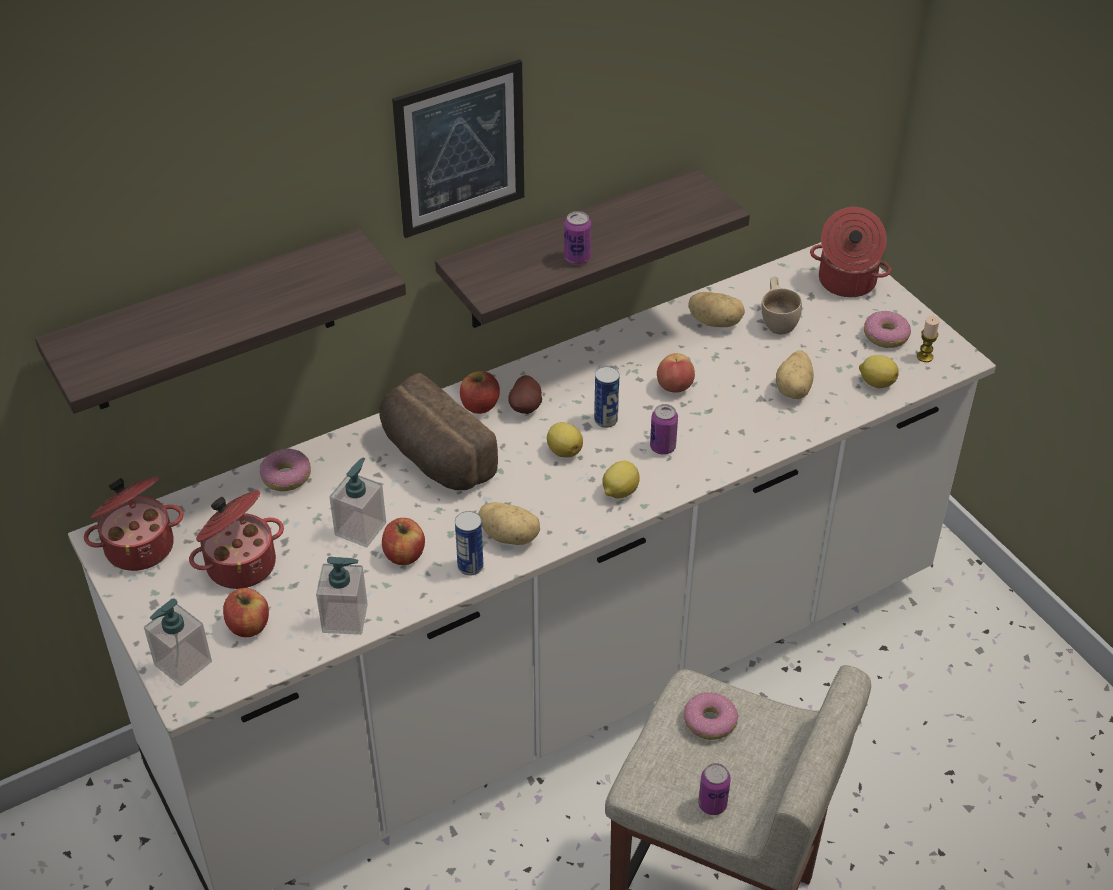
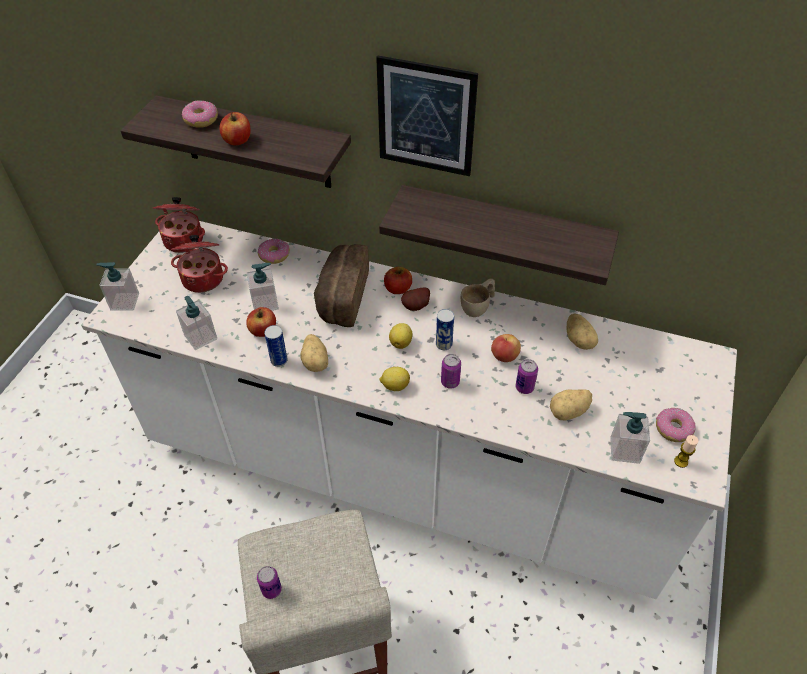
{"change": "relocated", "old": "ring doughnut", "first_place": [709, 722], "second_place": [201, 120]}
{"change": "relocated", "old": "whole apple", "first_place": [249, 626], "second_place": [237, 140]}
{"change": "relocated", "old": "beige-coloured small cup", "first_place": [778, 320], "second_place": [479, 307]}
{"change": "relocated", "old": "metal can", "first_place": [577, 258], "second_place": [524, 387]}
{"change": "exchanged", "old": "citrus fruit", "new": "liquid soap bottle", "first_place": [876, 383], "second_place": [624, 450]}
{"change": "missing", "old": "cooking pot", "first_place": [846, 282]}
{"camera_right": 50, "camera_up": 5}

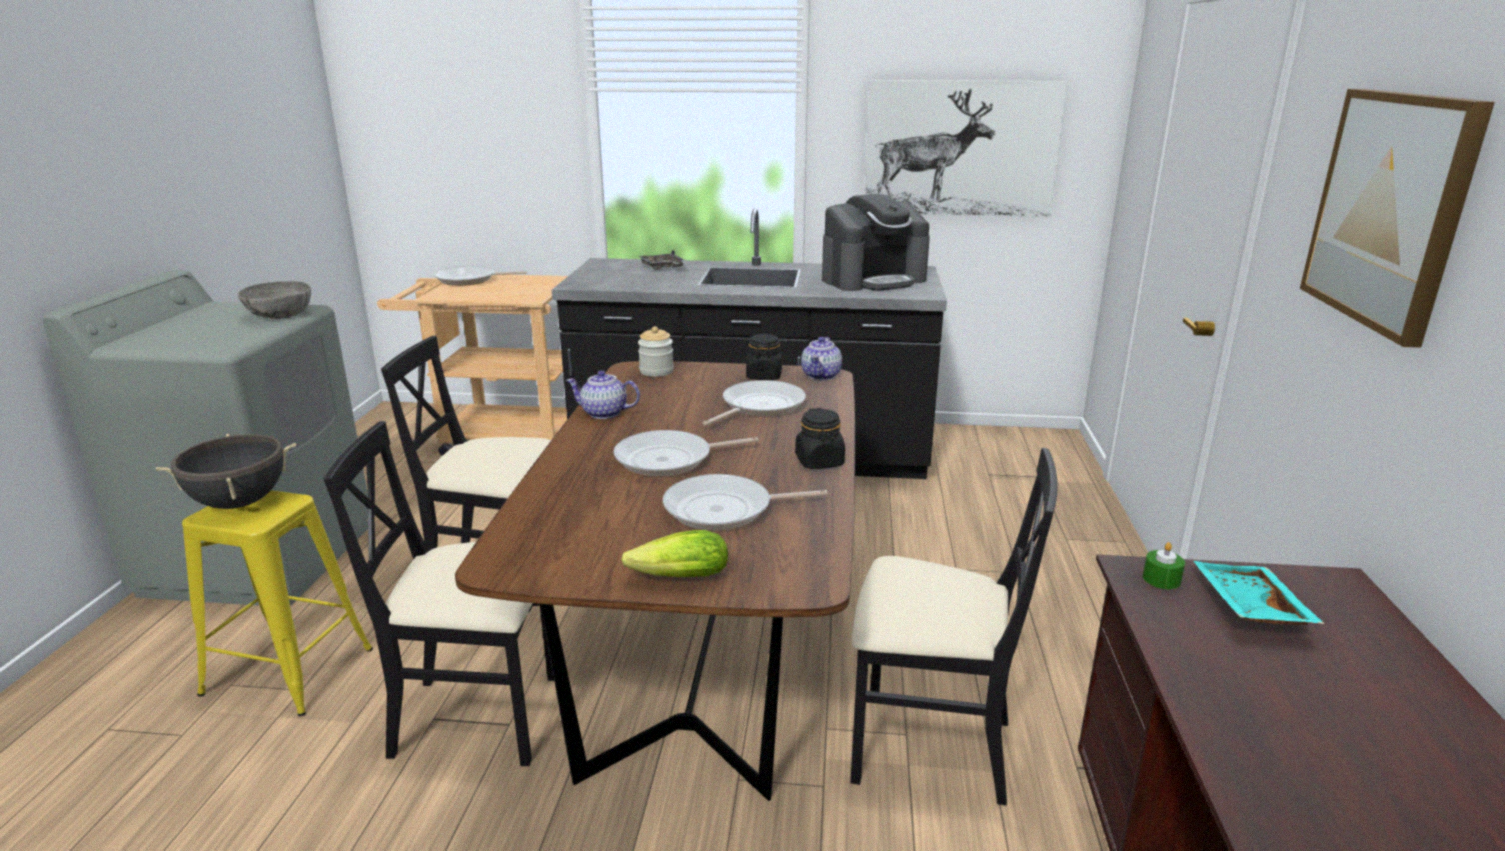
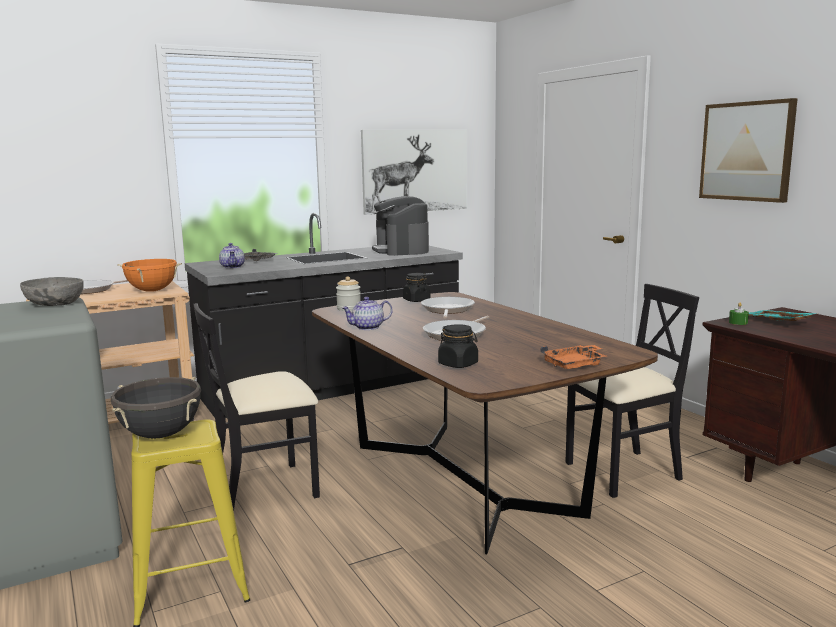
{"change": "appeared", "new": "orange cooking pot", "second_place": [152, 291]}
{"change": "relocated", "old": "tea pot", "first_place": [821, 375], "second_place": [233, 267]}
{"change": "spun", "old": "coffee brewer", "first_place": [873, 279], "second_place": [401, 250], "degrees": 135}
{"change": "relocated", "old": "blackish storage jar", "first_place": [819, 462], "second_place": [458, 364]}
{"change": "exchanged", "old": "lettuce", "new": "orange tray", "first_place": [675, 578], "second_place": [575, 365]}
{"change": "missing", "old": "blackish upright chair", "first_place": [479, 717]}
{"change": "missing", "old": "skillet", "first_place": [724, 510]}
{"camera_right": -35, "camera_up": -10}

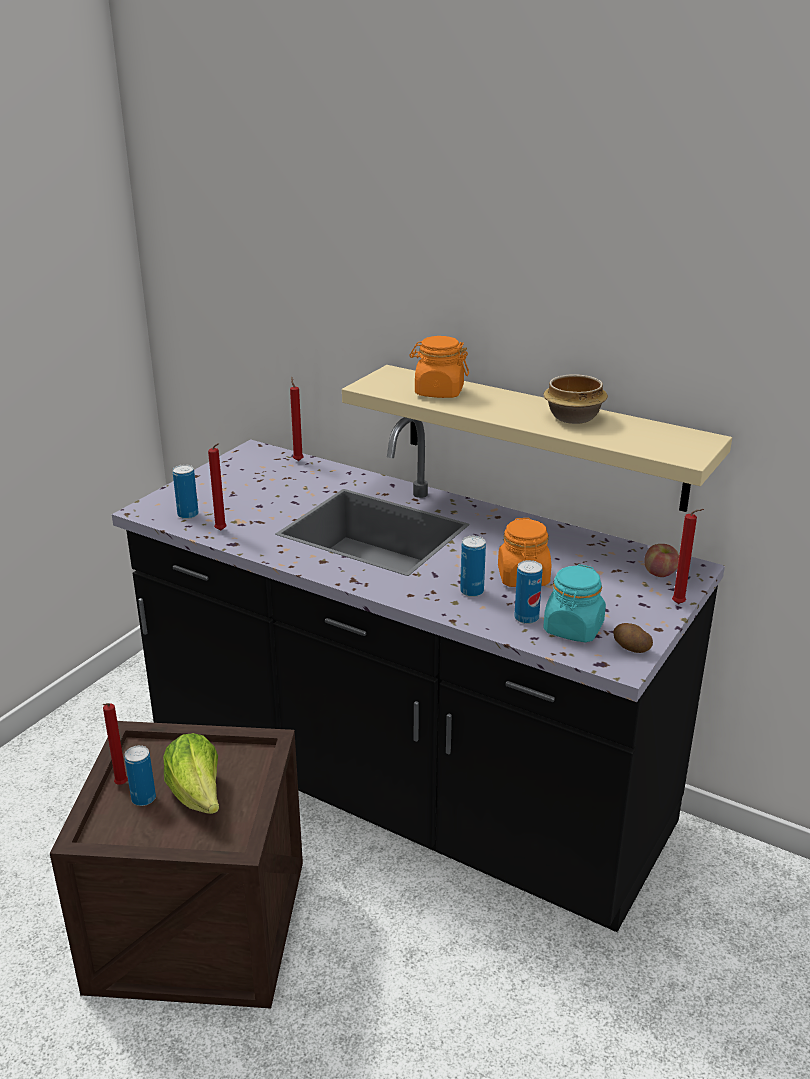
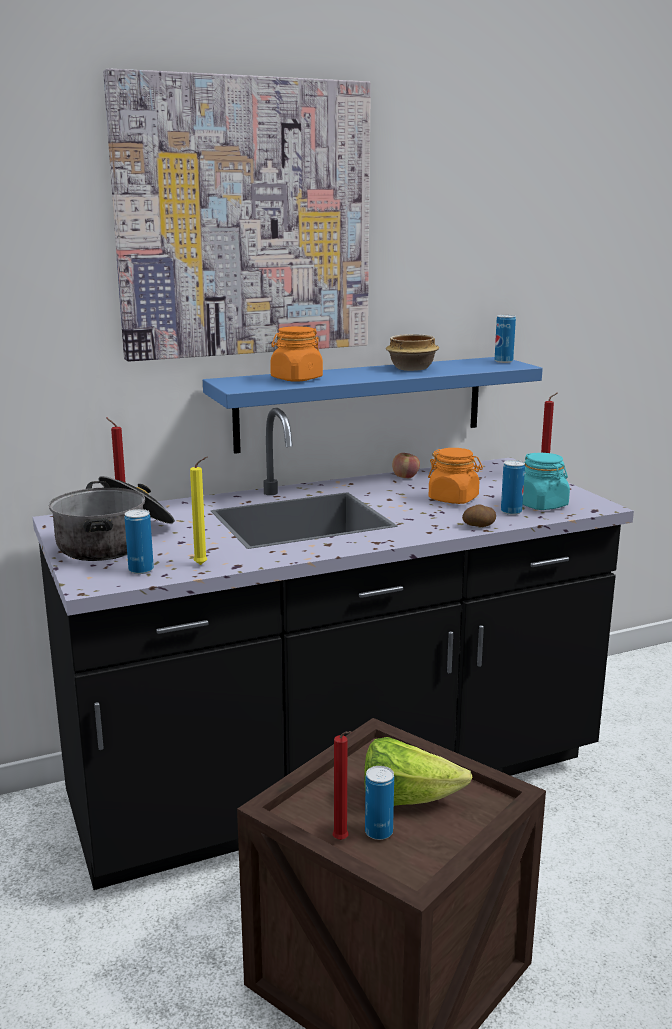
{"change": "appeared", "new": "cooking pot", "second_place": [115, 541]}
{"change": "appeared", "new": "picture", "second_place": [244, 220]}
{"change": "colour", "old": "red-coloured wax candle", "new": "yellowish wax candle", "first_place": [222, 531], "second_place": [203, 564]}
{"change": "colour", "old": "beige-coloured bracket shelf", "new": "bluish bracket shelf", "first_place": [543, 437], "second_place": [361, 403]}
{"change": "relocated", "old": "whole apple", "first_place": [660, 573], "second_place": [405, 477]}
{"change": "relocated", "old": "spud", "first_place": [630, 648], "second_place": [479, 526]}
{"change": "relocated", "old": "metal can", "first_place": [471, 591], "second_place": [503, 361]}
{"camera_right": -55, "camera_up": -10}

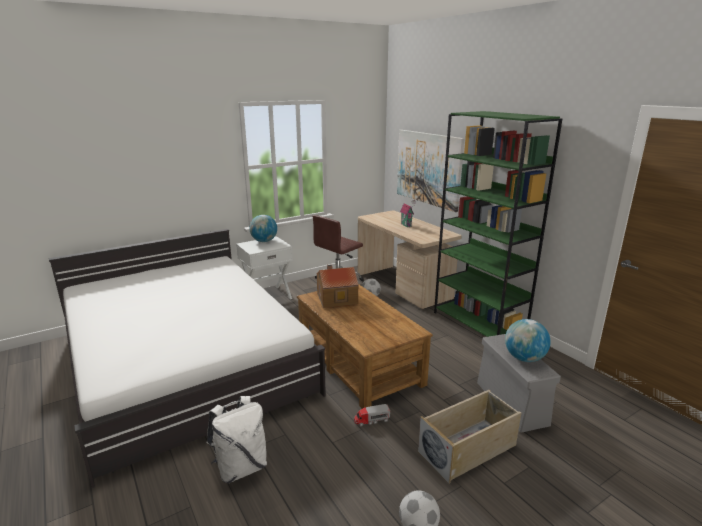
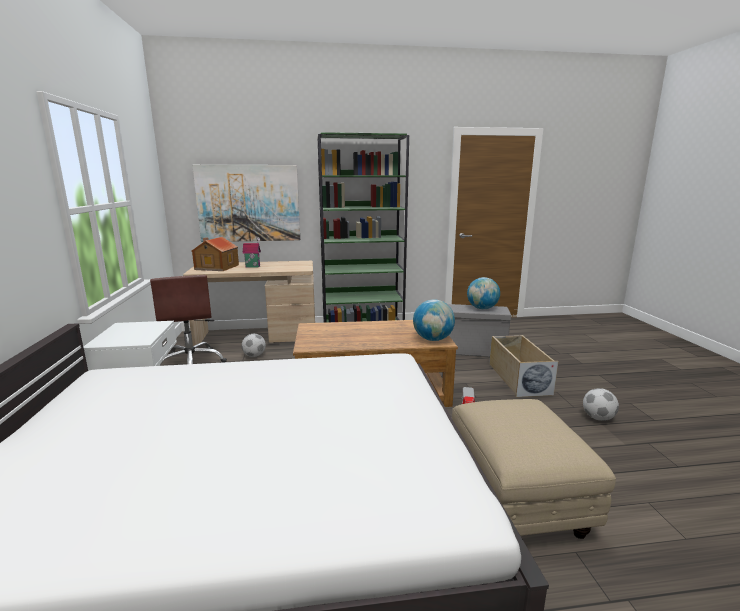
{"change": "relocated", "old": "toy house", "first_place": [336, 298], "second_place": [216, 267]}
{"change": "relocated", "old": "globe", "first_place": [264, 241], "second_place": [433, 339]}
{"change": "exchanged", "old": "white knapsack", "new": "beige-coloured ottoman", "first_place": [241, 467], "second_place": [515, 499]}
{"camera_right": -65, "camera_up": -5}

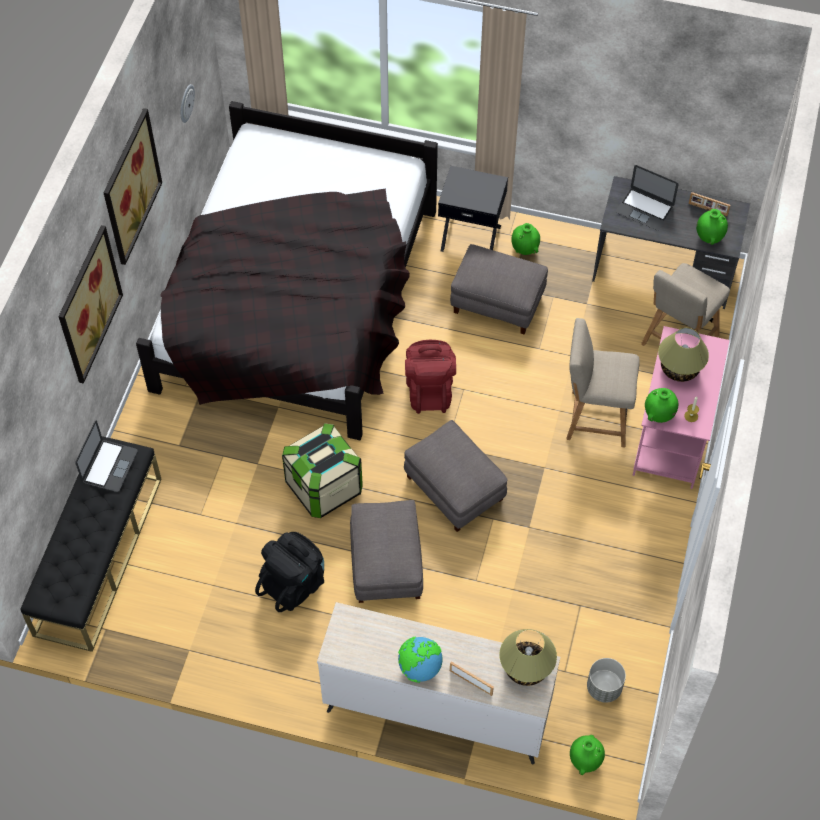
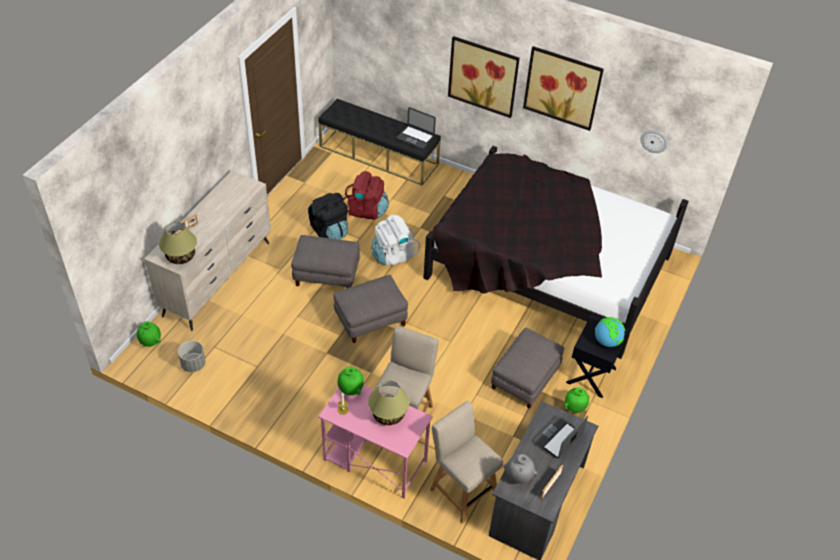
{"change": "relocated", "old": "red-coloured knapsack", "first_place": [429, 390], "second_place": [366, 211]}
{"change": "exchanged", "old": "storage box", "new": "white knapsack", "first_place": [324, 487], "second_place": [393, 255]}
{"change": "colour", "old": "green vase", "new": "gray vase", "first_place": [709, 237], "second_place": [519, 477]}
{"change": "relocated", "old": "globe", "first_place": [419, 668], "second_place": [607, 341]}
{"camera_right": 100, "camera_up": -10}

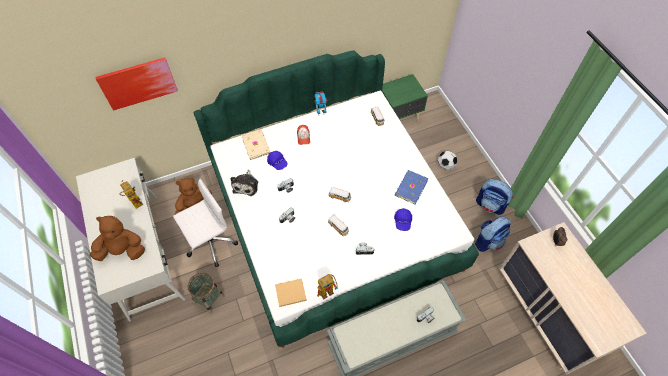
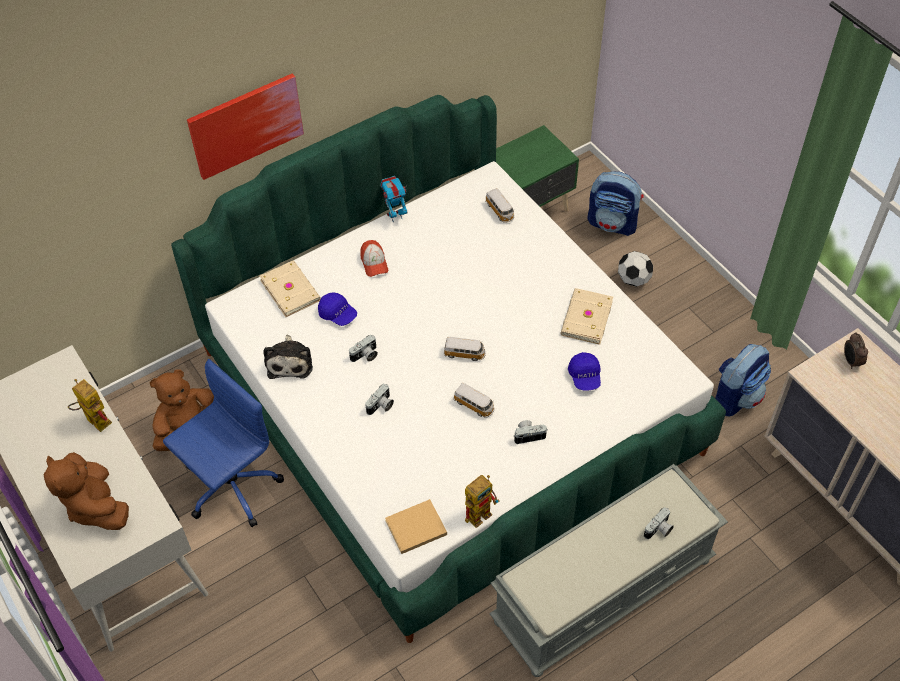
{"change": "spun", "old": "brown-coloured soft toy", "first_place": [123, 250], "second_place": [96, 506], "degrees": -105}
{"change": "colour", "old": "white desk chair", "new": "bluish desk chair", "first_place": [210, 243], "second_place": [230, 487]}
{"change": "relocated", "old": "picture", "first_place": [138, 83], "second_place": [246, 125]}
{"change": "colour", "old": "bluish volume", "new": "beige-coloured volume", "first_place": [410, 188], "second_place": [585, 318]}
{"change": "relocated", "old": "knapsack", "first_place": [490, 205], "second_place": [613, 223]}
{"change": "missing", "old": "storage basket", "first_place": [209, 298]}
{"camera_right": -10, "camera_up": -5}

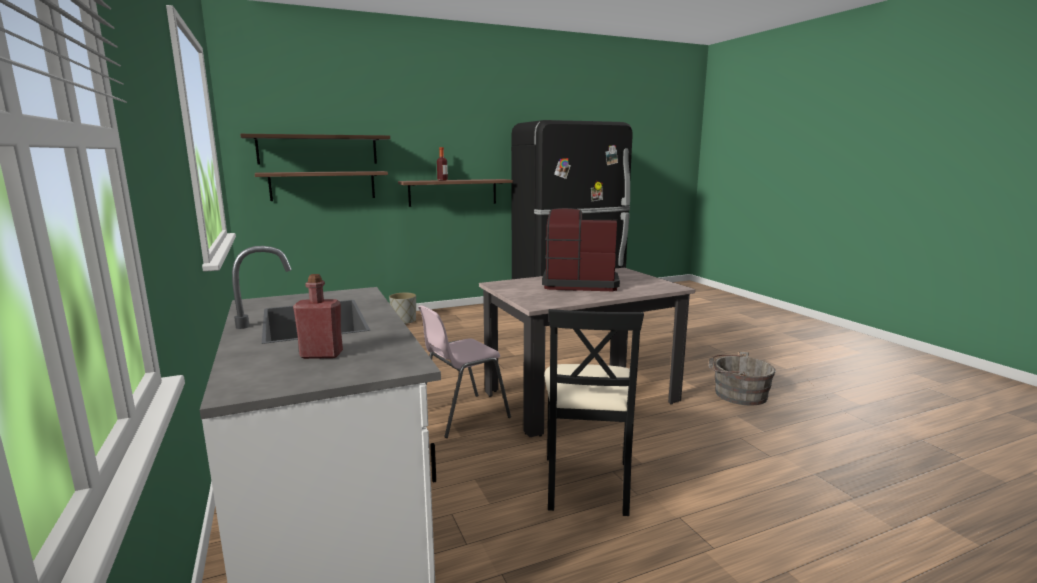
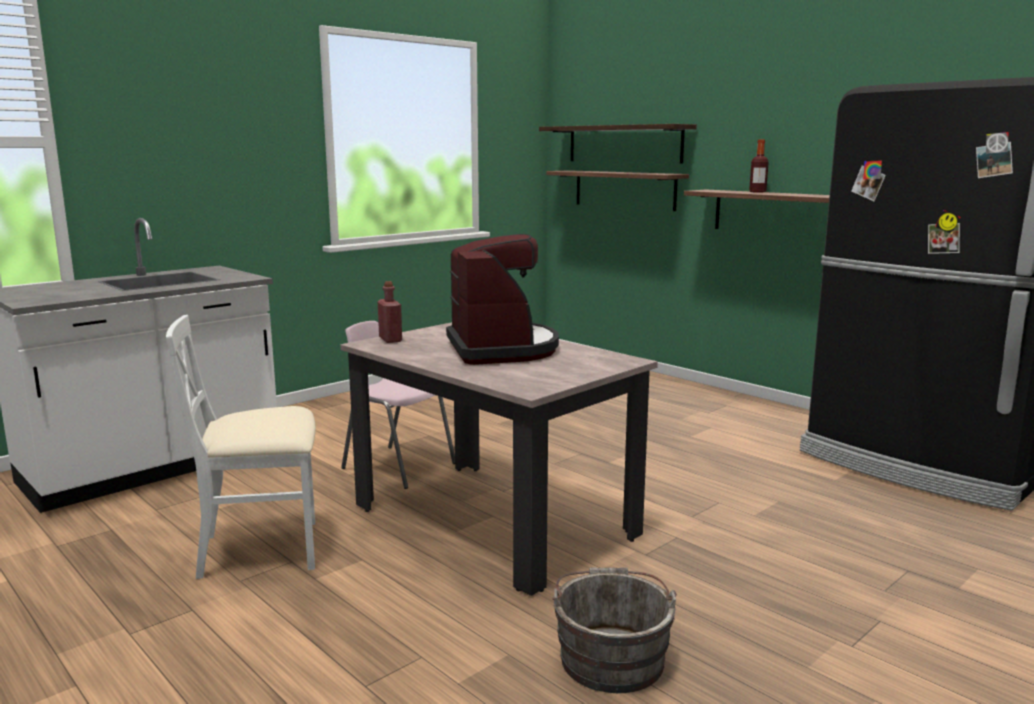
{"change": "colour", "old": "blackish upright chair", "new": "white upright chair", "first_place": [587, 483], "second_place": [262, 549]}
{"change": "relocated", "old": "red-coloured beverage bottle", "first_place": [321, 355], "second_place": [390, 340]}
{"change": "missing", "old": "gray flower pot", "first_place": [404, 321]}
{"camera_right": 70, "camera_up": 0}

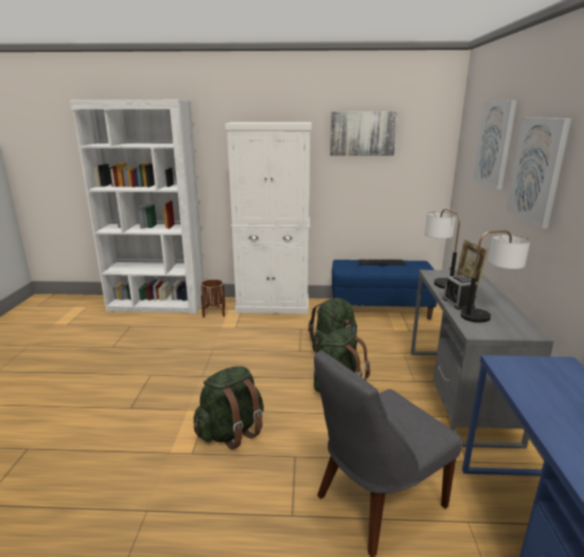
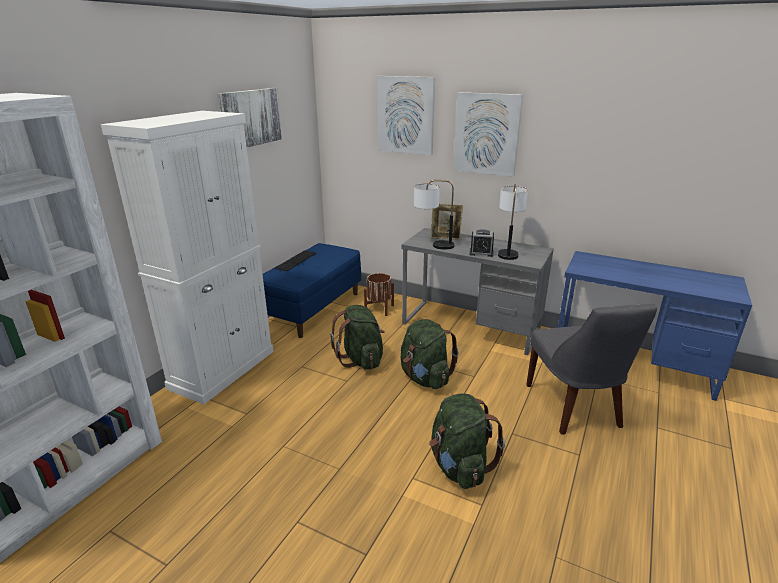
{"change": "relocated", "old": "brown-coloured flower pot", "first_place": [214, 312], "second_place": [379, 308]}
{"camera_right": -65, "camera_up": 5}

